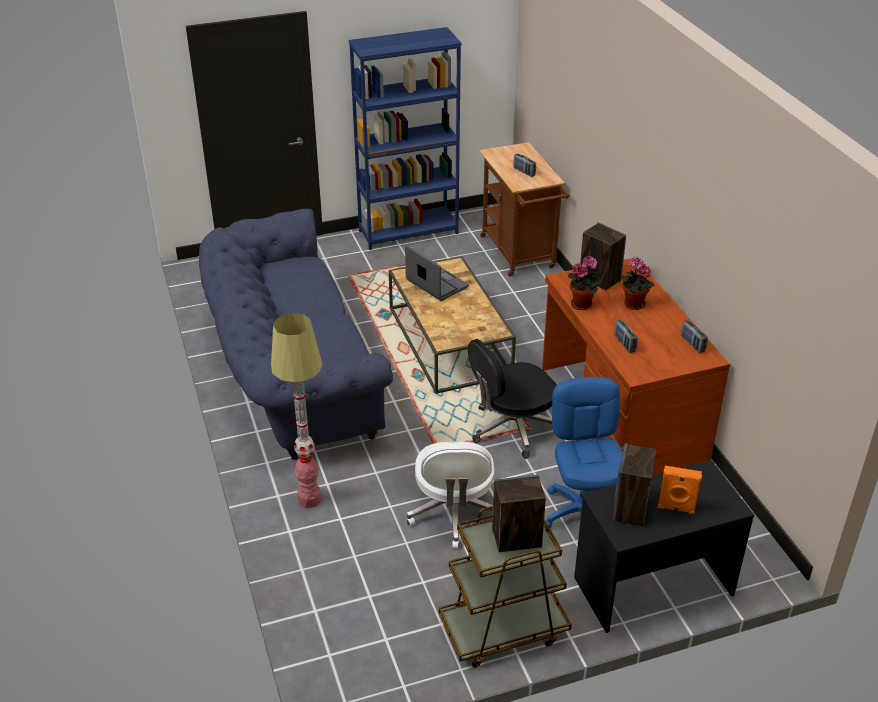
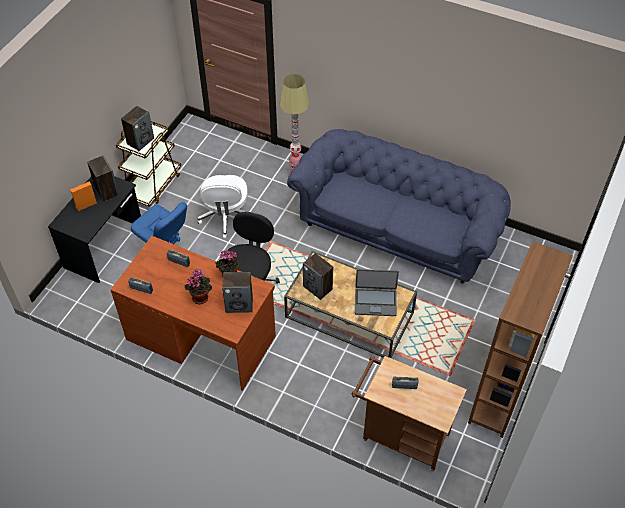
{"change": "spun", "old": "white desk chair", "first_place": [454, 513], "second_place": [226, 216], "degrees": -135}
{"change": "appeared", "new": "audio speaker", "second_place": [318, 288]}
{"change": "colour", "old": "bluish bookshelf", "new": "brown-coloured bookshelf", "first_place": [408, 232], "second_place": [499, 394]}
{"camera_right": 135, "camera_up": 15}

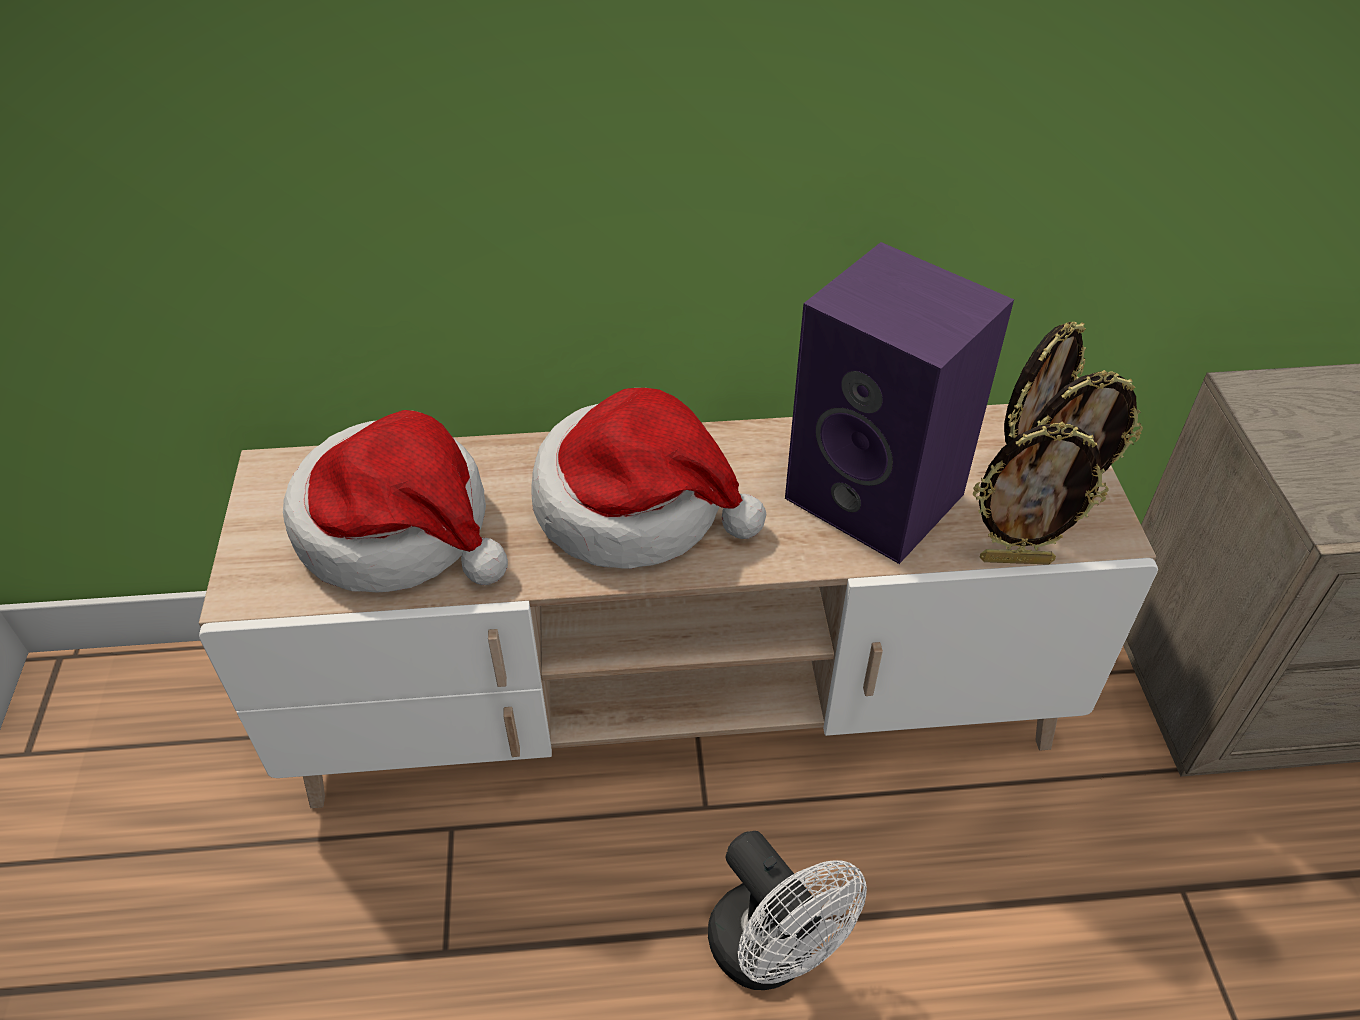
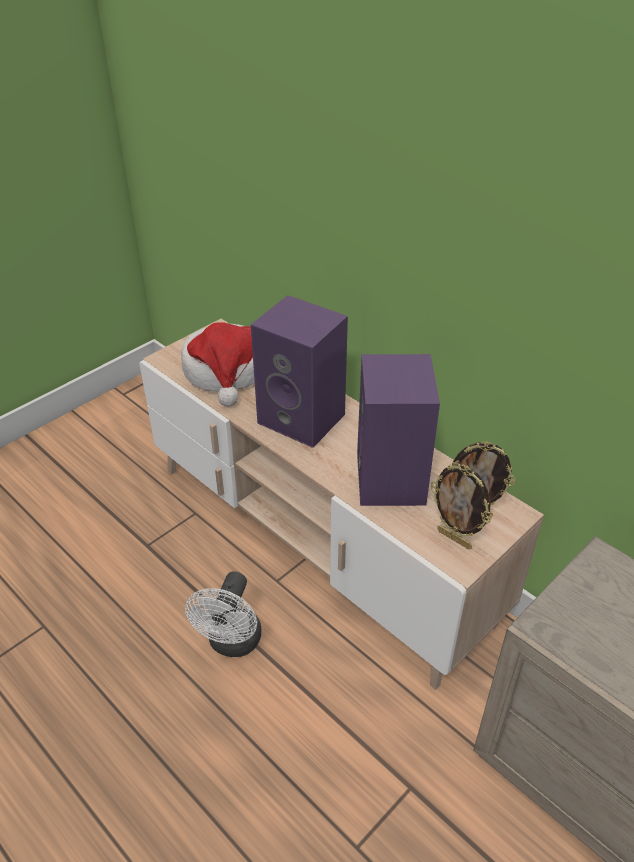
{"change": "exchanged", "old": "wearable hat", "new": "purplish audio speaker", "first_place": [636, 506], "second_place": [304, 418]}
{"change": "missing", "old": "picture frame", "first_place": [1016, 559]}
{"camera_right": 50, "camera_up": -5}

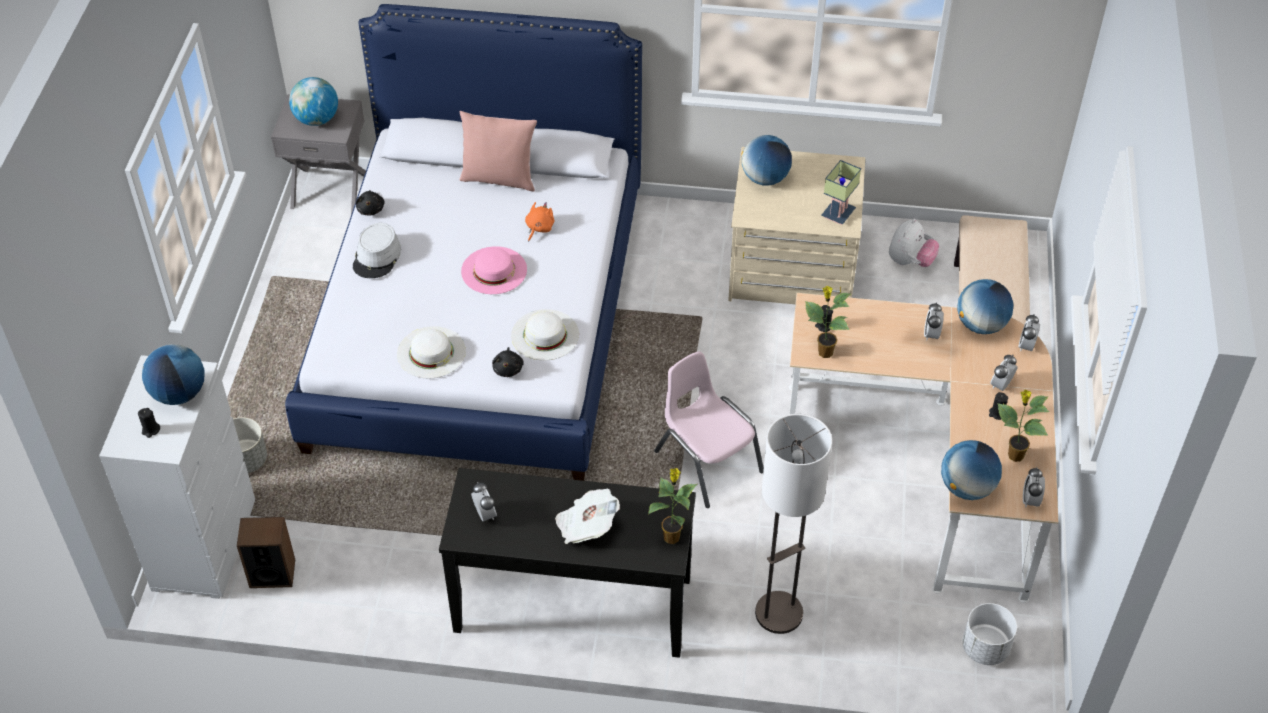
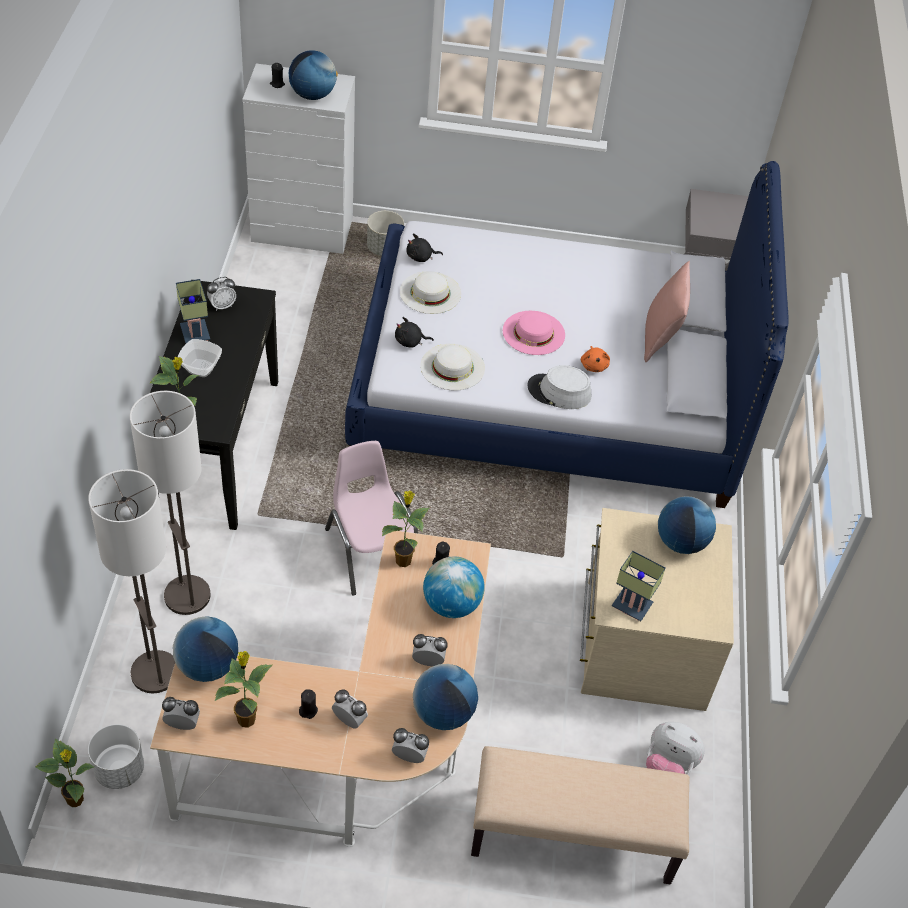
{"change": "appeared", "new": "potted plant", "second_place": [76, 800]}
{"change": "appeared", "new": "standard lamp", "second_place": [155, 672]}
{"change": "appeared", "new": "lamp for a table", "second_place": [197, 334]}
{"change": "exchanged", "old": "daily paper", "new": "deep dish", "first_place": [586, 526], "second_place": [200, 368]}
{"change": "spun", "old": "pink upright chair", "first_place": [707, 461], "second_place": [371, 551], "degrees": -75}
{"change": "relocated", "old": "blackish soft toy", "first_place": [371, 209], "second_place": [421, 257]}
{"change": "relocated", "old": "globe", "first_place": [317, 119], "second_place": [451, 604]}
{"change": "relocated", "old": "gray wearable hat", "first_place": [377, 257], "second_place": [559, 392]}
{"change": "spun", "old": "orange soft toy", "first_place": [539, 228], "second_place": [594, 365], "degrees": 60}
{"change": "missing", "old": "audio speaker", "first_place": [272, 573]}
{"camera_right": 85, "camera_up": 0}

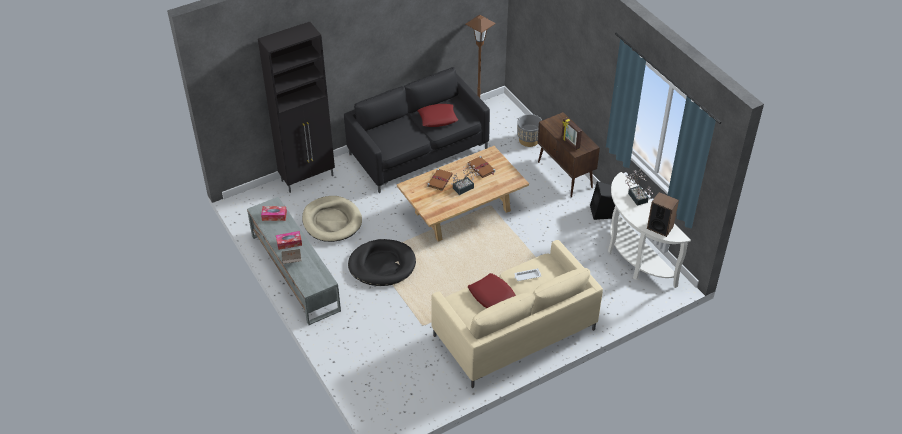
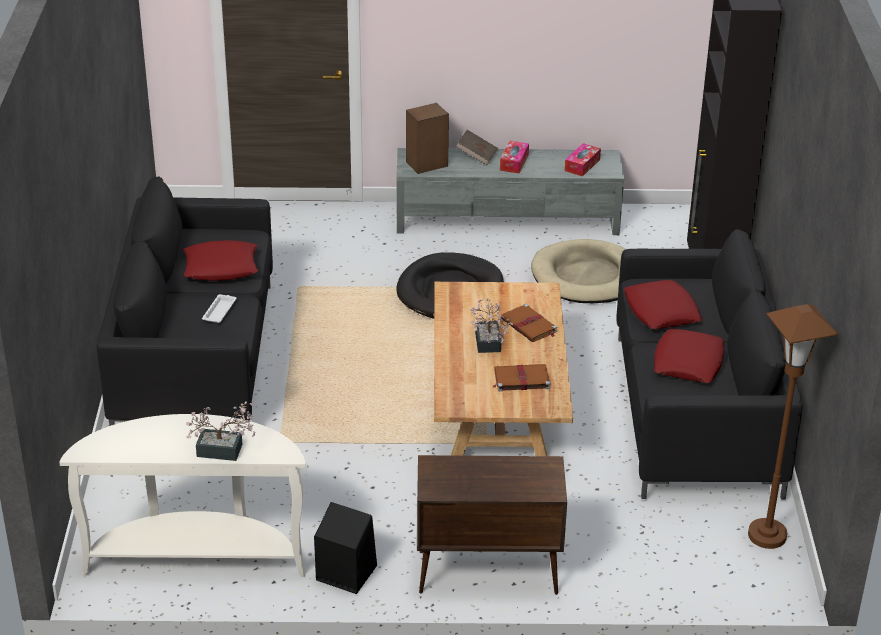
{"change": "colour", "old": "beige-coloured settee", "new": "blackish settee", "first_place": [514, 333], "second_place": [196, 359]}
{"change": "relocated", "old": "audio speaker", "first_place": [660, 227], "second_place": [427, 164]}
{"change": "appeared", "new": "red-coloured pillow", "second_place": [661, 311]}
{"change": "missing", "old": "gray flower pot", "first_place": [529, 140]}
{"change": "missing", "old": "picture frame", "first_place": [570, 143]}
{"camera_right": 120, "camera_up": -10}

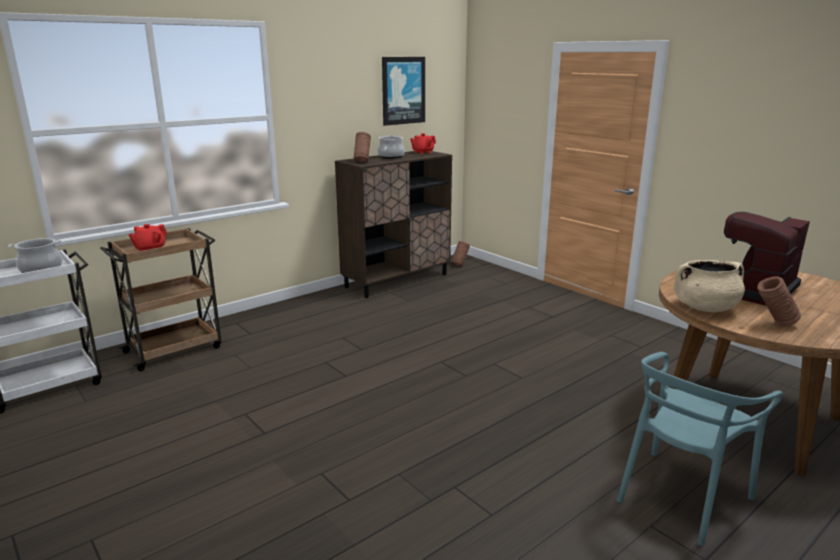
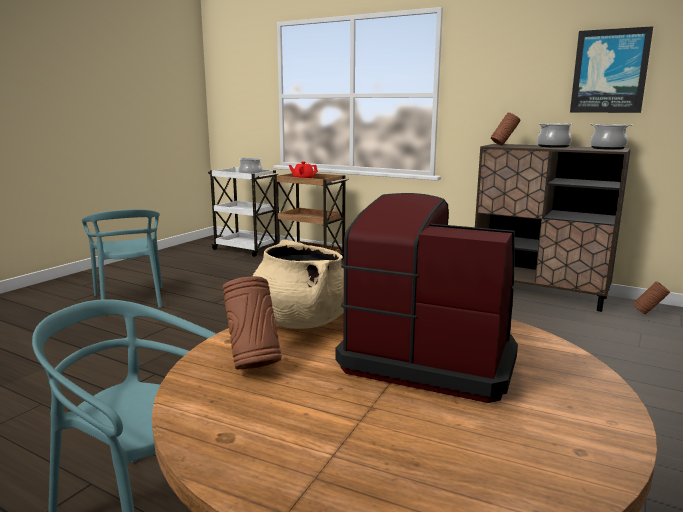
{"change": "appeared", "new": "turquoise upright chair", "second_place": [130, 300]}
{"change": "exchanged", "old": "red-coloured tea pot", "new": "cooking pot", "first_place": [422, 152], "second_place": [607, 148]}
{"camera_right": 70, "camera_up": -5}

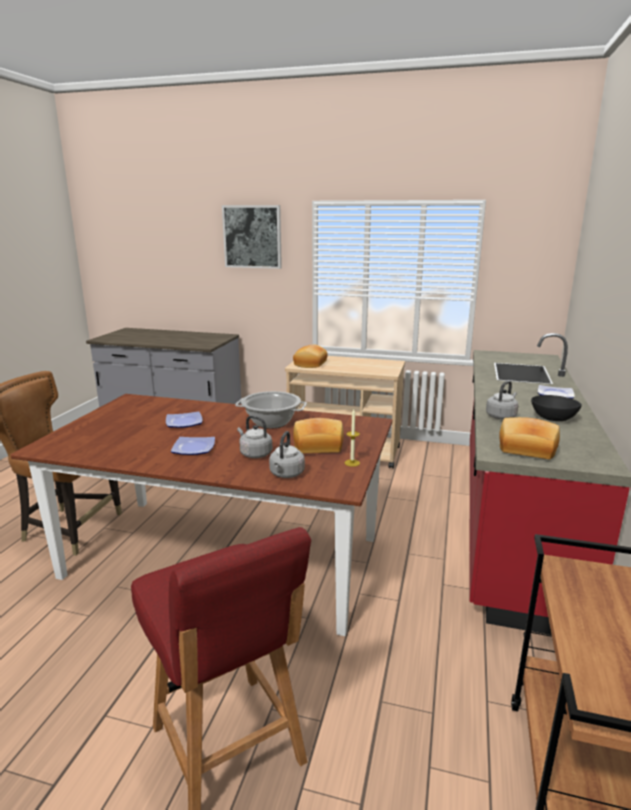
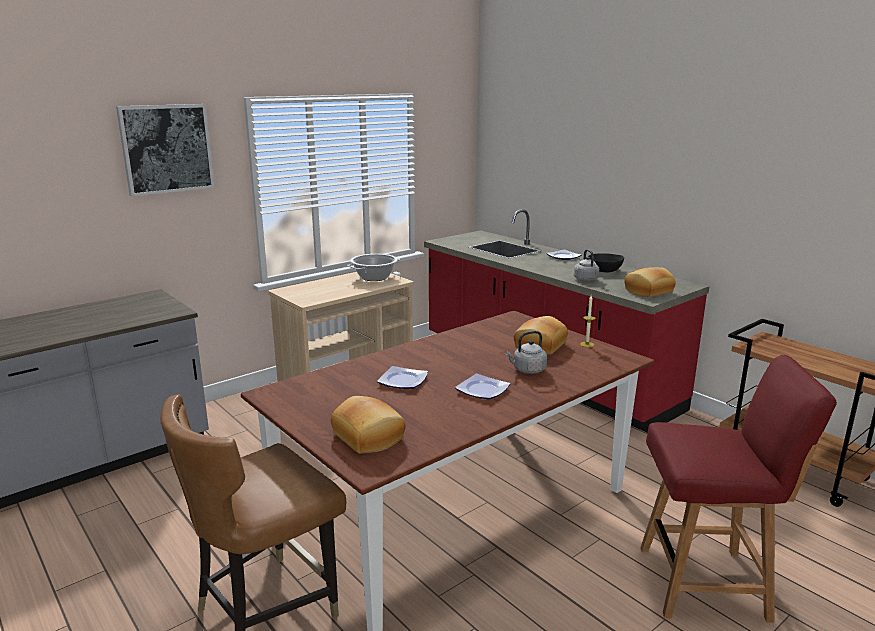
{"change": "relocated", "old": "baked bread", "first_place": [311, 364], "second_place": [370, 436]}
{"change": "relocated", "old": "cooking pot", "first_place": [272, 422], "second_place": [374, 277]}
{"change": "missing", "old": "gray water kettle", "first_place": [286, 474]}
{"camera_right": -55, "camera_up": 0}

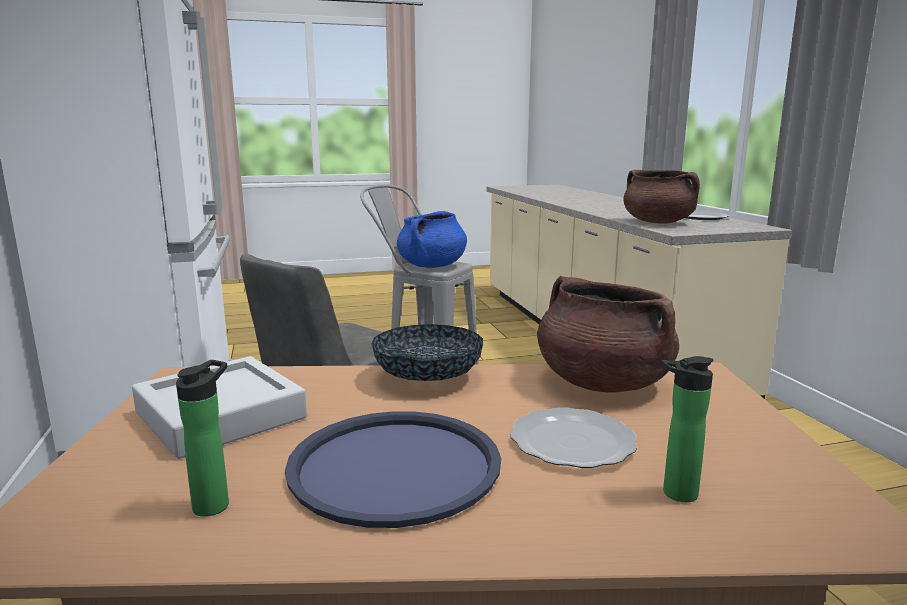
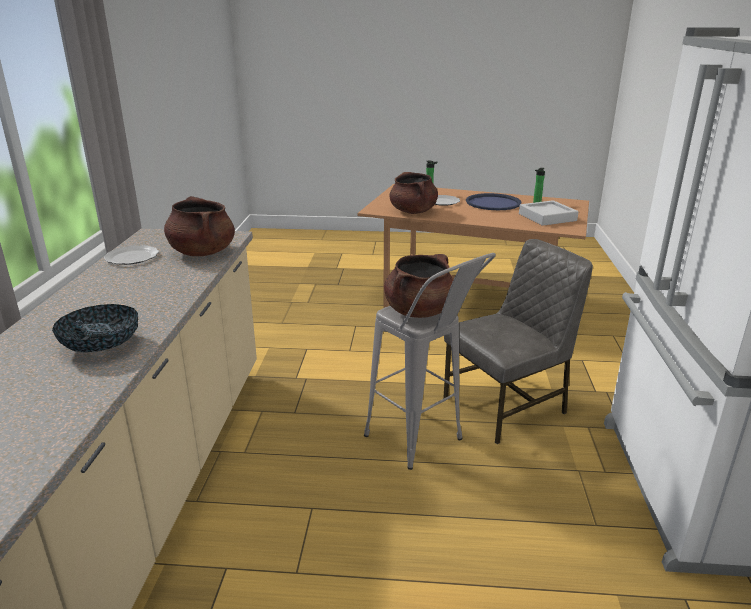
{"change": "relocated", "old": "deep dish", "first_place": [428, 377], "second_place": [101, 345]}
{"change": "colour", "old": "bluish cooking pot", "new": "brown-coloured cooking pot", "first_place": [432, 266], "second_place": [419, 311]}
{"camera_right": -160, "camera_up": 10}

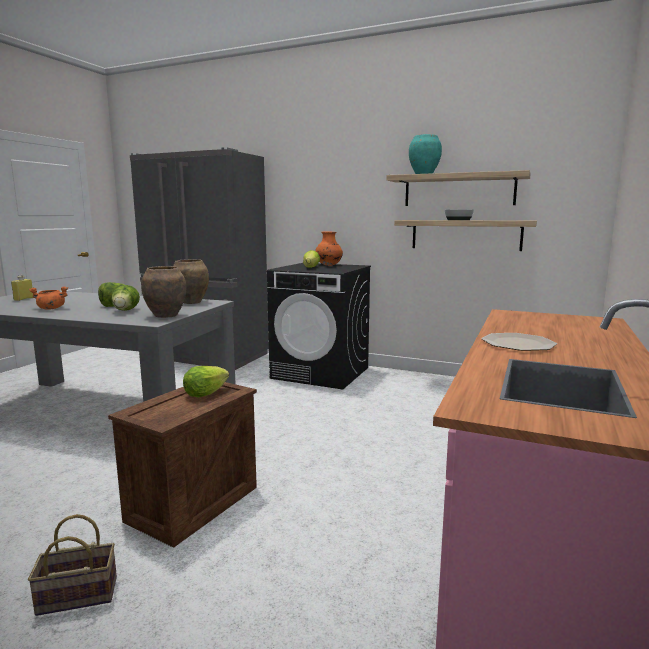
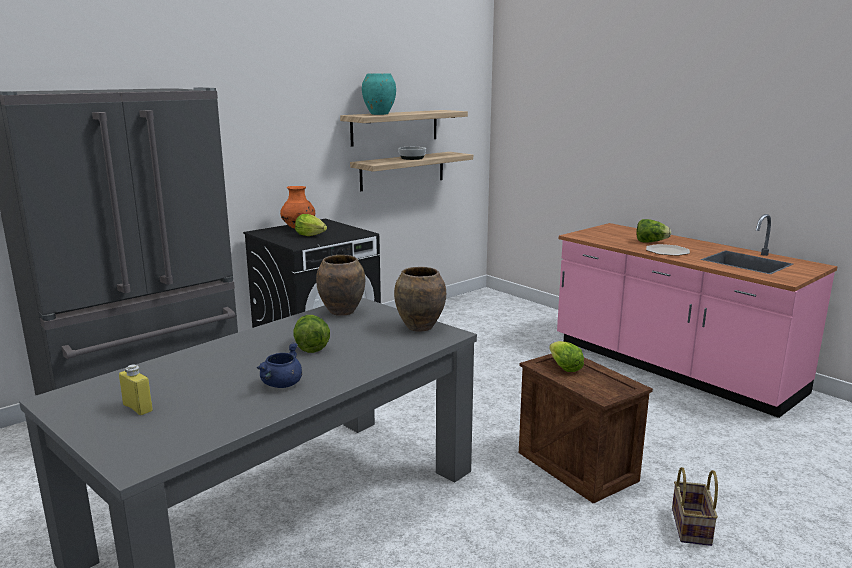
{"change": "colour", "old": "orange cooking pot", "new": "bluish cooking pot", "first_place": [50, 308], "second_place": [282, 384]}
{"change": "relocated", "old": "lettuce", "first_place": [125, 311], "second_place": [650, 242]}
{"camera_right": -65, "camera_up": 5}

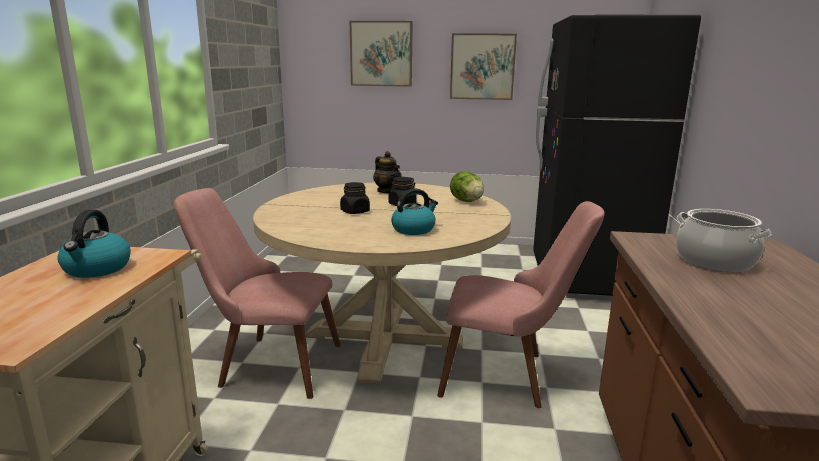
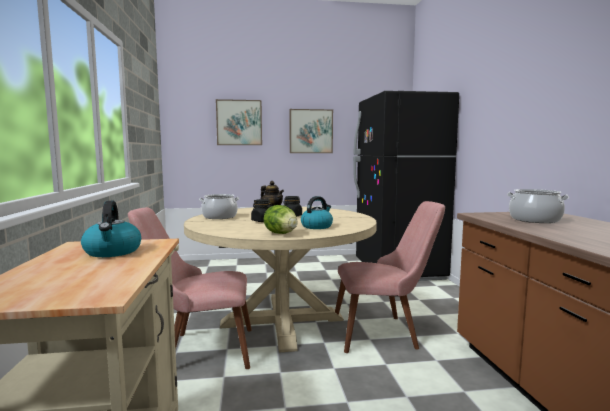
{"change": "appeared", "new": "cooking pot", "second_place": [219, 217]}
{"change": "relocated", "old": "lettuce", "first_place": [466, 201], "second_place": [281, 233]}
{"camera_right": -15, "camera_up": -10}

